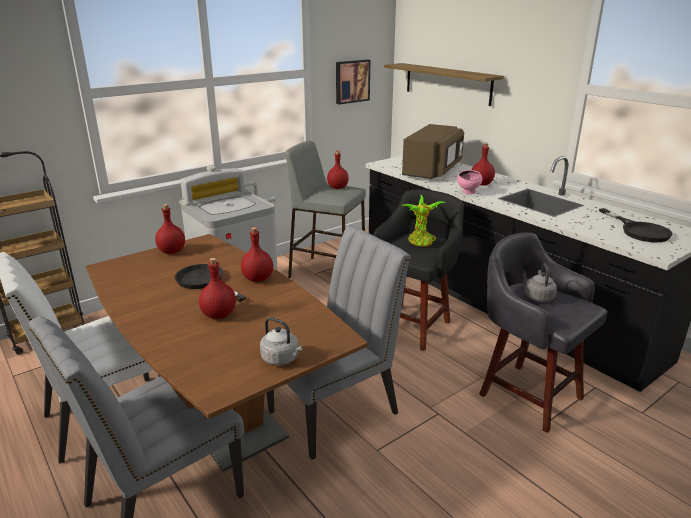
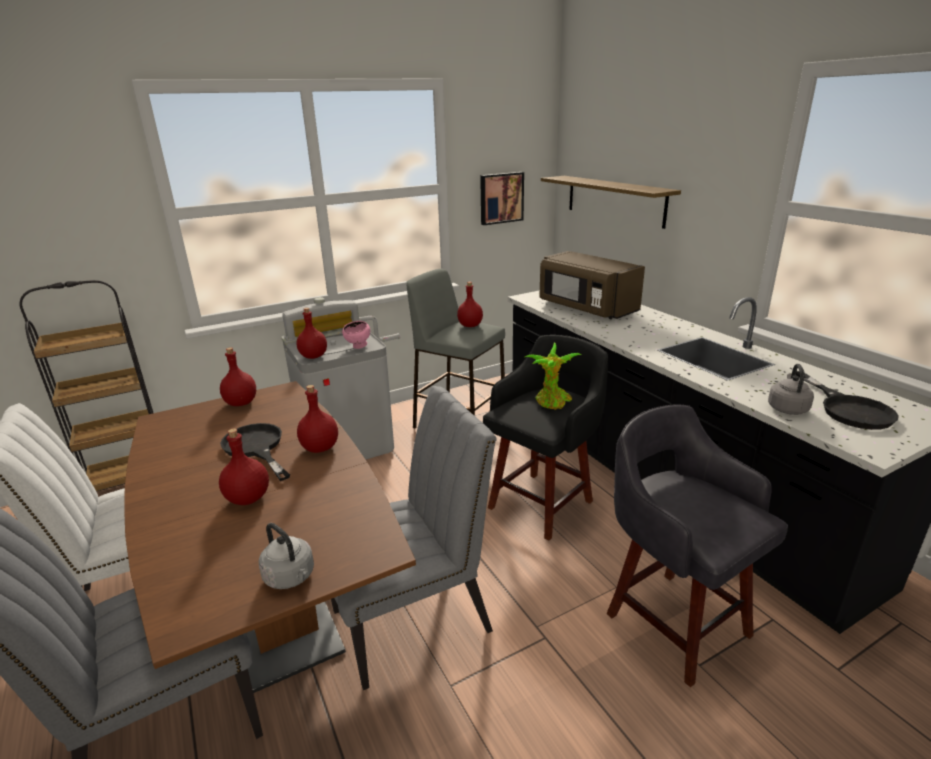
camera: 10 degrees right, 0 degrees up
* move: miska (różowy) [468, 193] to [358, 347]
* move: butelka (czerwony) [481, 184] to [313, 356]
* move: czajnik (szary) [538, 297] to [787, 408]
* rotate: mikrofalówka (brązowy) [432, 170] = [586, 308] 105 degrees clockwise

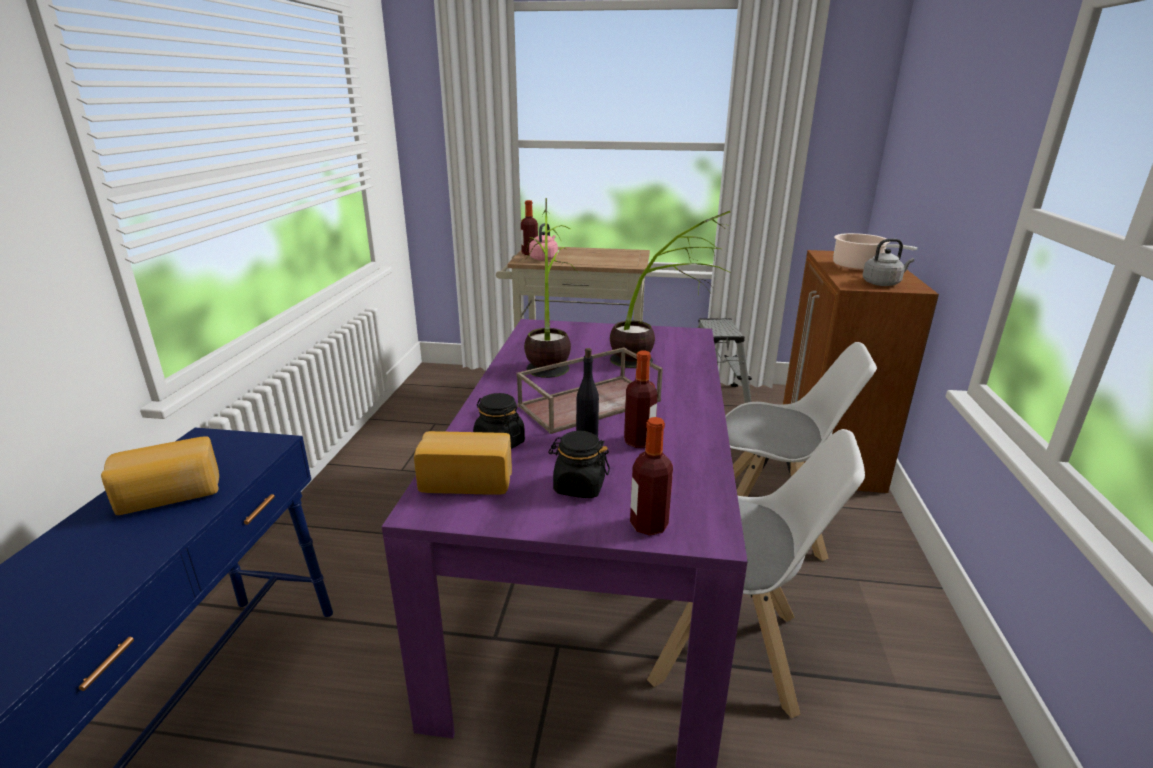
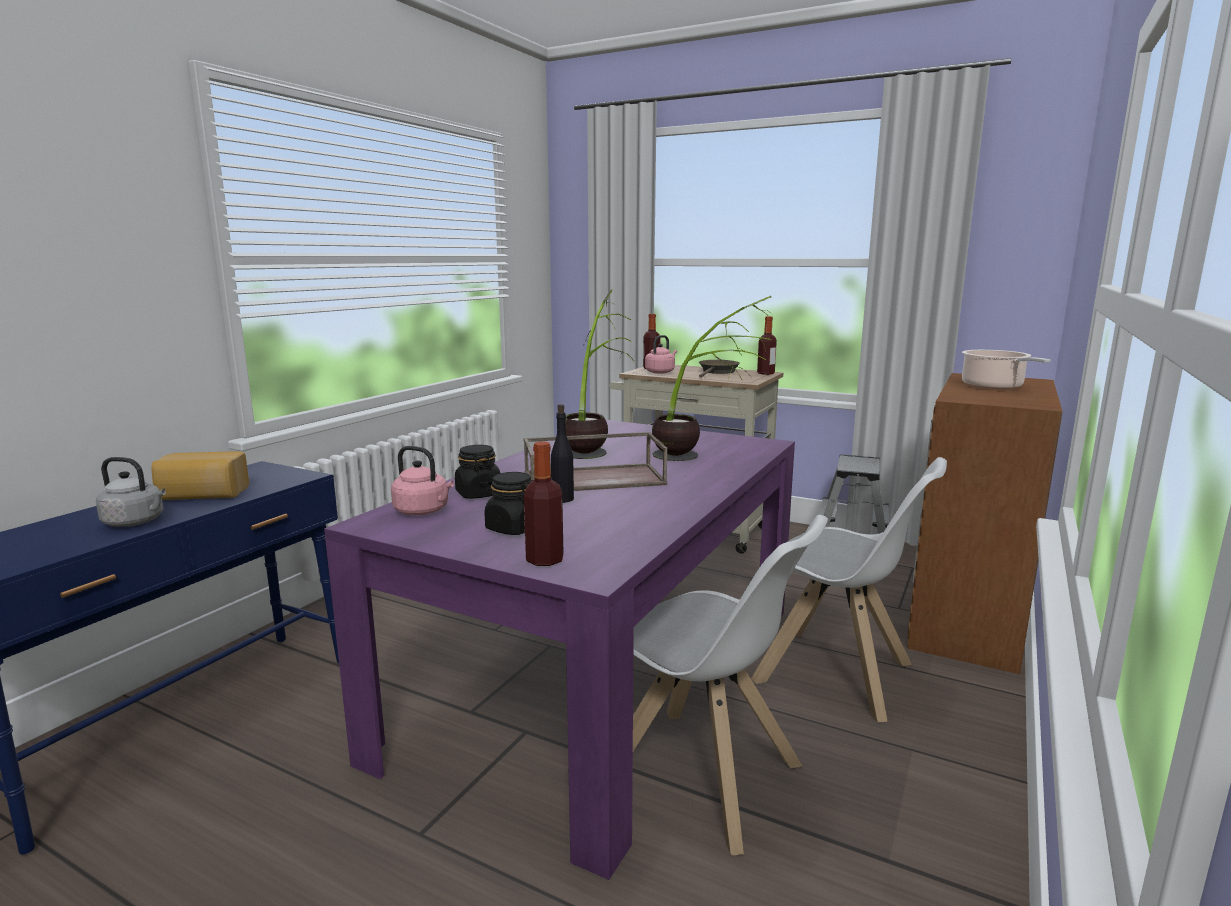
camera: 20 degrees right, 10 degrees down
* insert: patelnia (brązowy) [717, 372]
* move: butelka [639, 441] to [765, 373]
* move: czajnik (szary) [883, 283] to [136, 522]
* replace: chleb [467, 479] to czajnik (różowy) [424, 511]

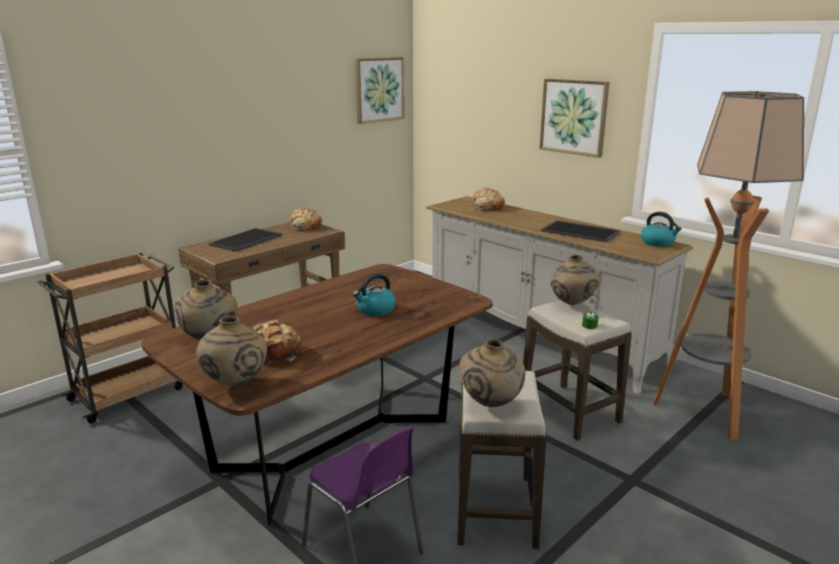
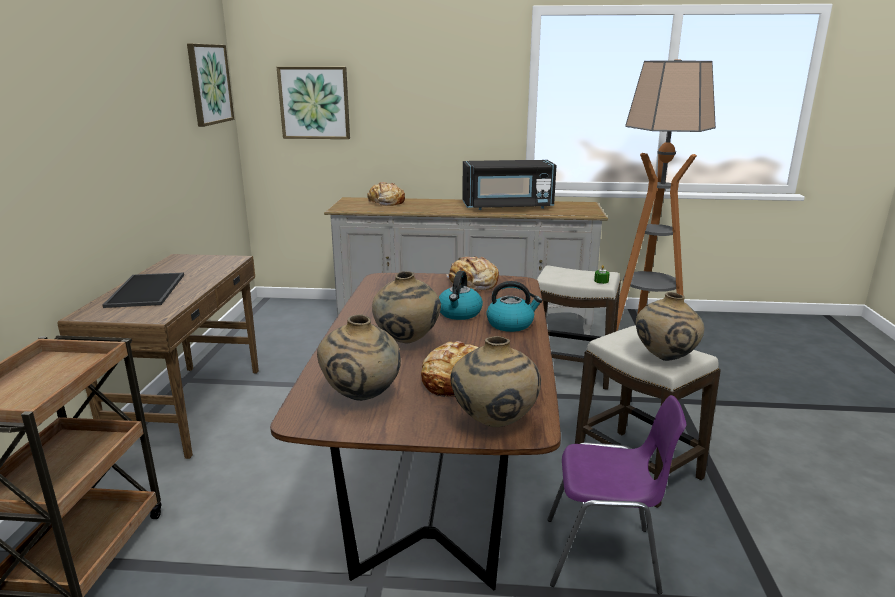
camera: 40 degrees left, 0 degrees up
* move: chleb [304, 226] to [472, 283]
* move: obraz [574, 117] to [314, 103]
* move: wazon (beżowy) [572, 305] to [407, 342]
* move: czajnik [658, 242] to [511, 324]
* replace: taca [581, 231] to mikrofalówka (czarny) [507, 207]

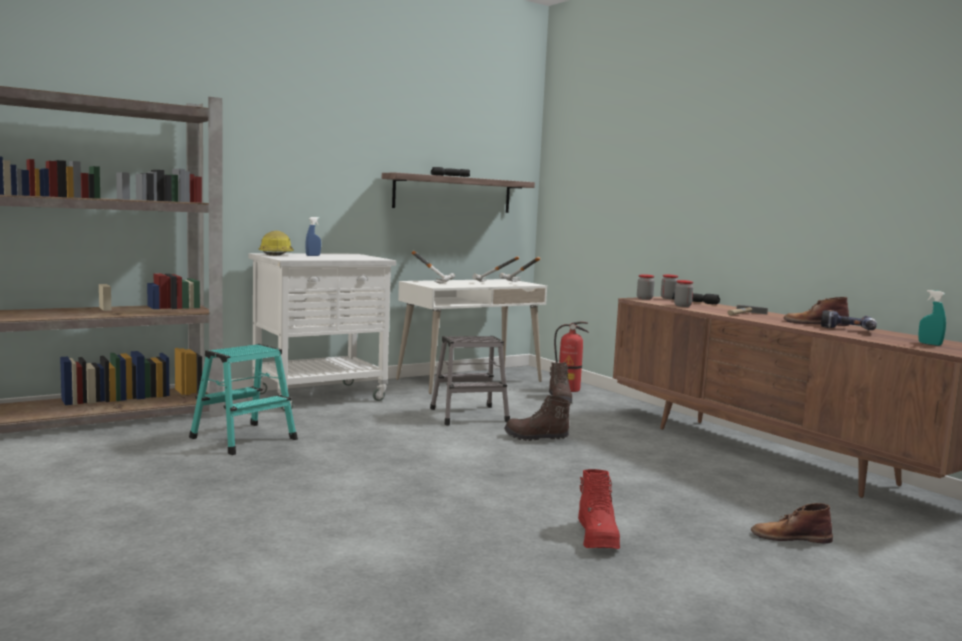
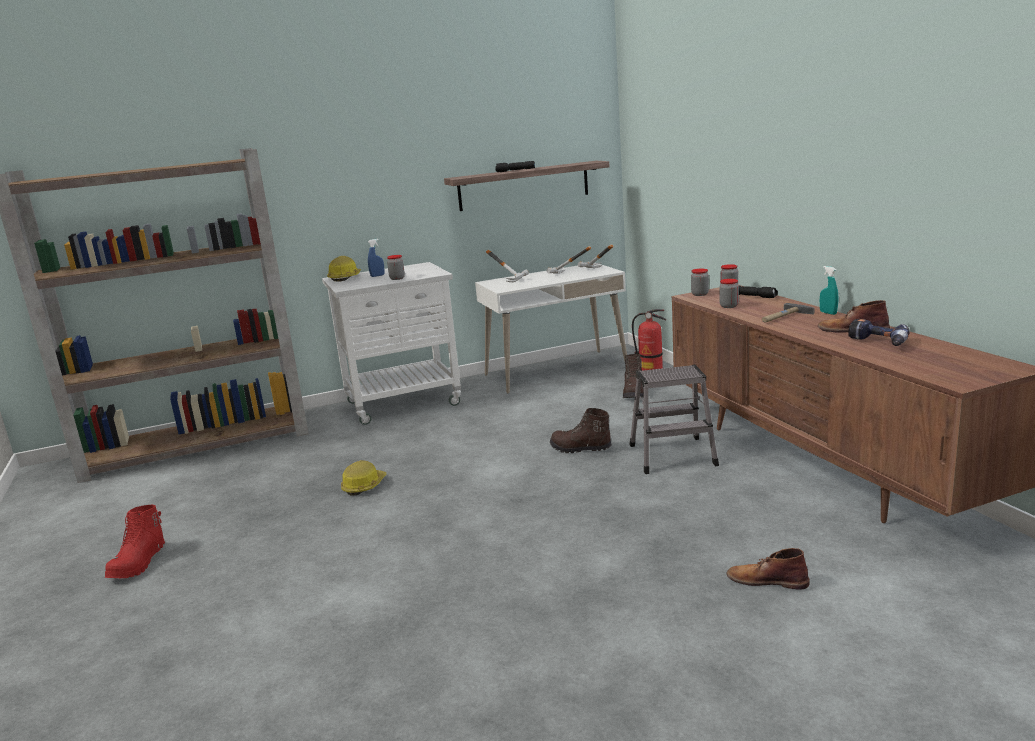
camera: 15 degrees right, 10 degrees up
* delete: drabinka (turkusowy) [244, 438]
* insert: kask [364, 486]
* insert: słoik [397, 278]
* move: drabinka (szary) [469, 415] to [672, 454]
* move: but z cholewką (czerwony) [597, 537] to [139, 563]
* move: spryskiwacz (turkusowy) [930, 344] to [828, 313]

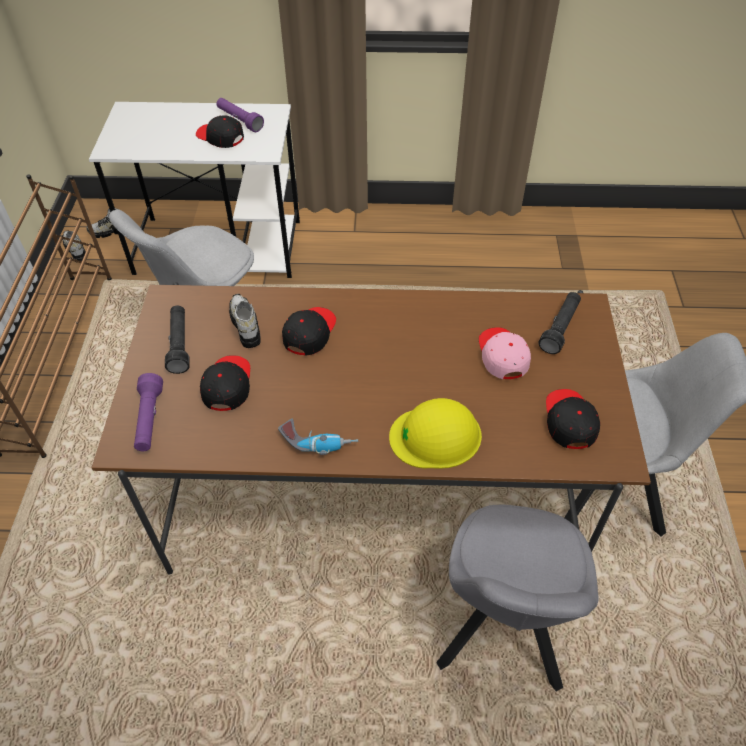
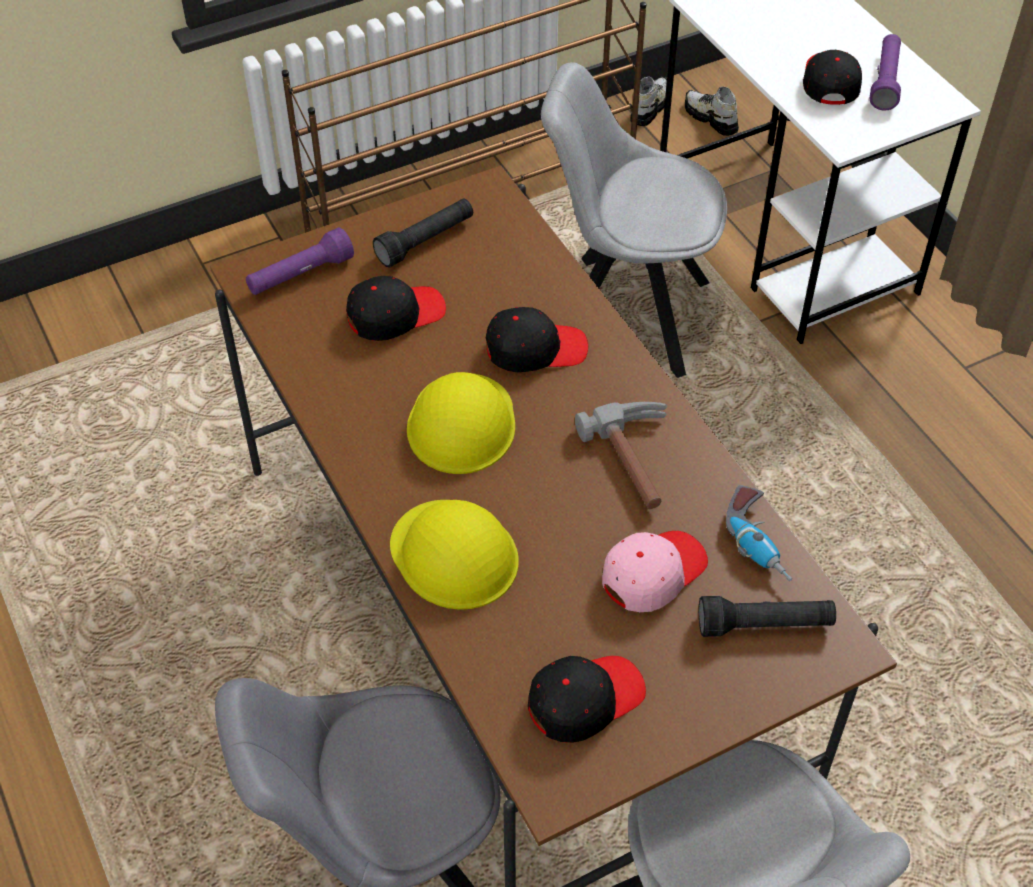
camera: 60 degrees right, 0 degrees up
* delete: but [245, 326]
* insert: kask (żółty) [461, 423]
* insert: młotek [640, 460]
* move: wiertarka [318, 441] to [760, 542]

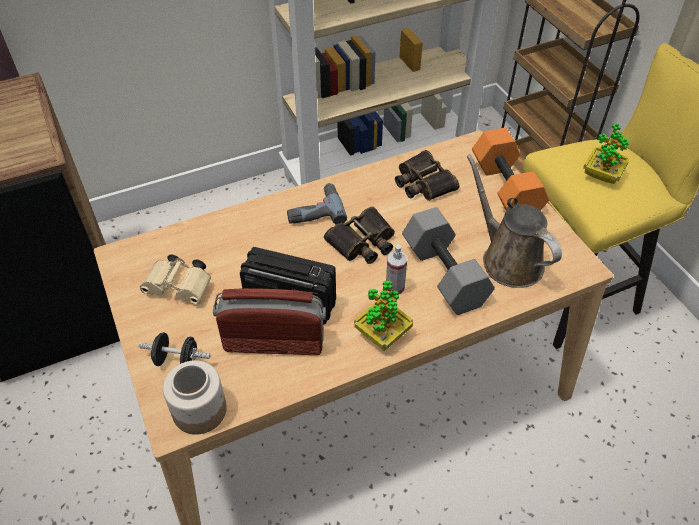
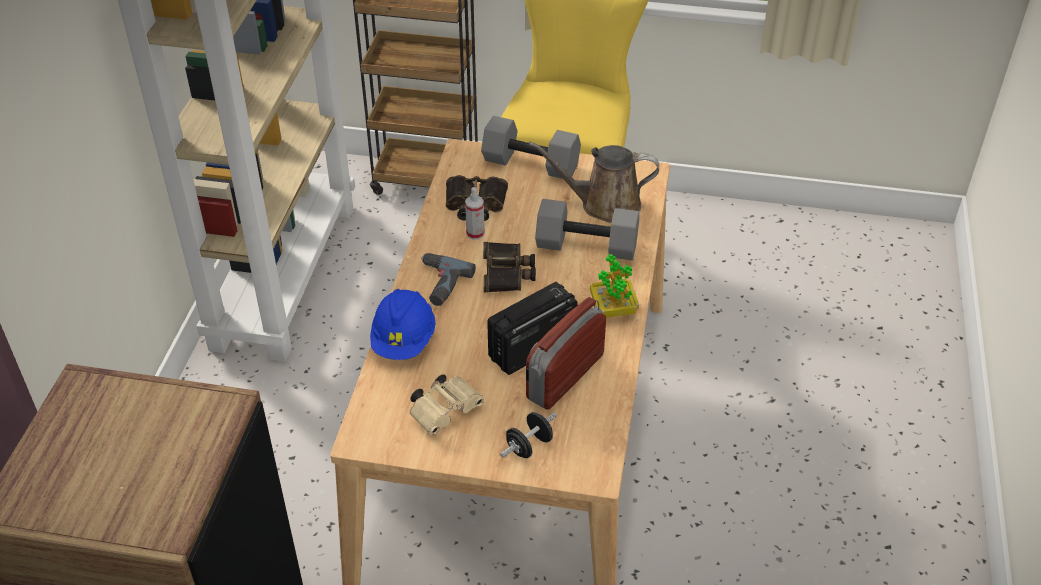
camera: 55 degrees left, 5 degrees down
* delete: słoik [200, 410]
* delete: roślina doniczkowa [602, 175]
* insert: kask (niebieski) [404, 340]
* move: spryskiwacz [395, 287] to [475, 233]
* recolor: hantel (pomarańczowy) [507, 189] to hantel (szary) [532, 163]

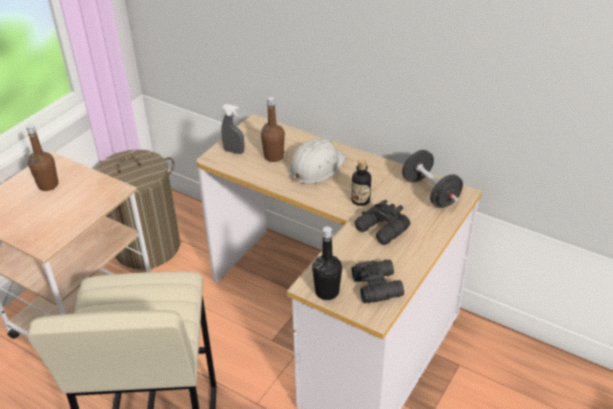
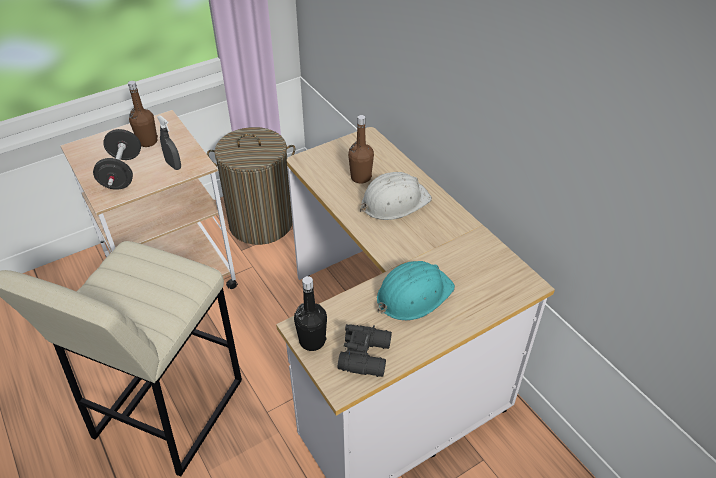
camera: 25 degrees right, 5 degrees up
* delete: butelka [360, 200]
* move: spryskiwacz (szary) [234, 151] to [173, 165]
* move: hantel (czarny) [430, 192] to [122, 173]
* replace: lornetka (czarny) [381, 230] to kask (turkusowy) [413, 294]

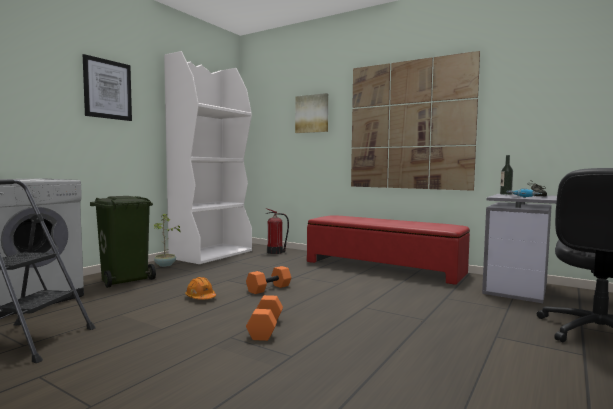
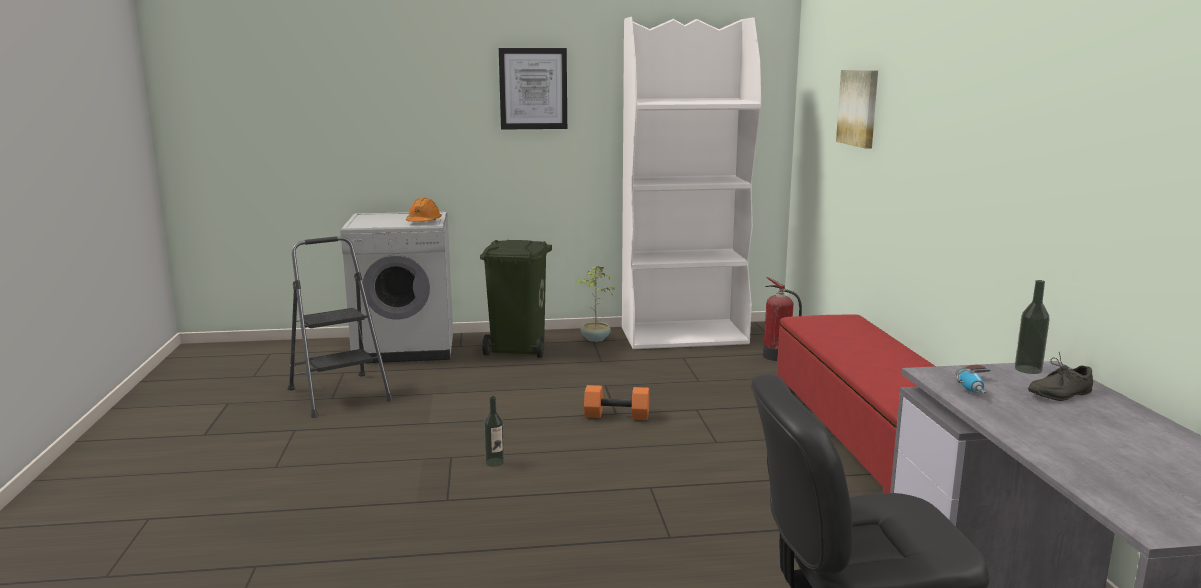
camera: 50 degrees right, 10 degrees up
* delete: obraz [409, 125]
* move: kask (pomarańczowy) [200, 297] to [423, 222]
* replace: hantel (pomarańczowy) [264, 328] to butelka [494, 462]

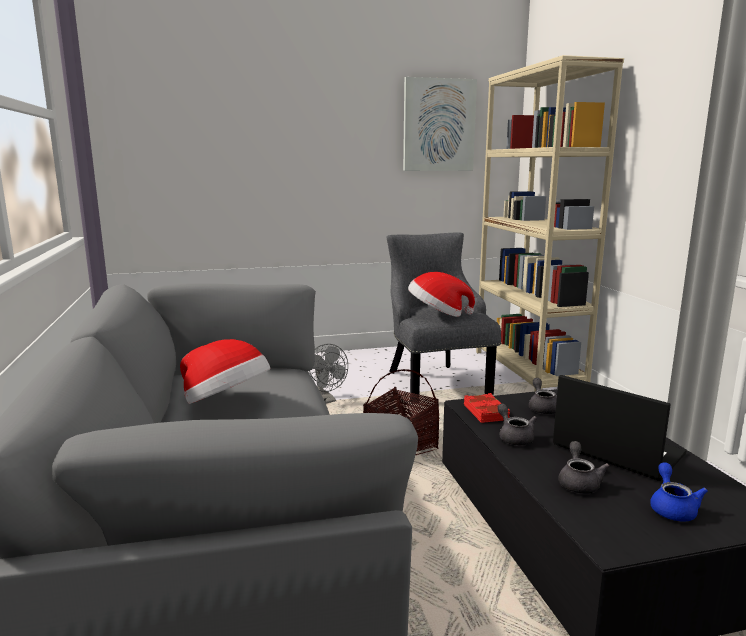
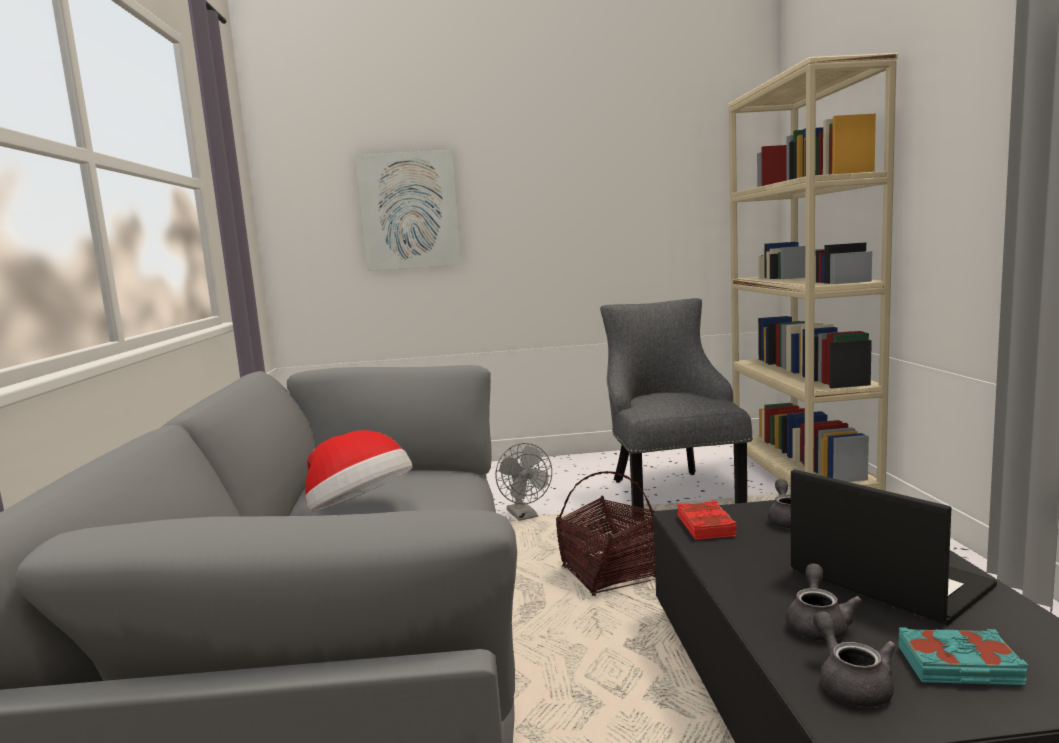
camera: 10 degrees right, 5 degrees down
* delete: kapelusz [438, 314]
* move: obraz [438, 125] to [409, 211]
* move: imbryk (szary) [514, 437] to [851, 683]
* replace: imbryk (niebieski) [672, 508] to książka (turkusowy) [959, 666]

